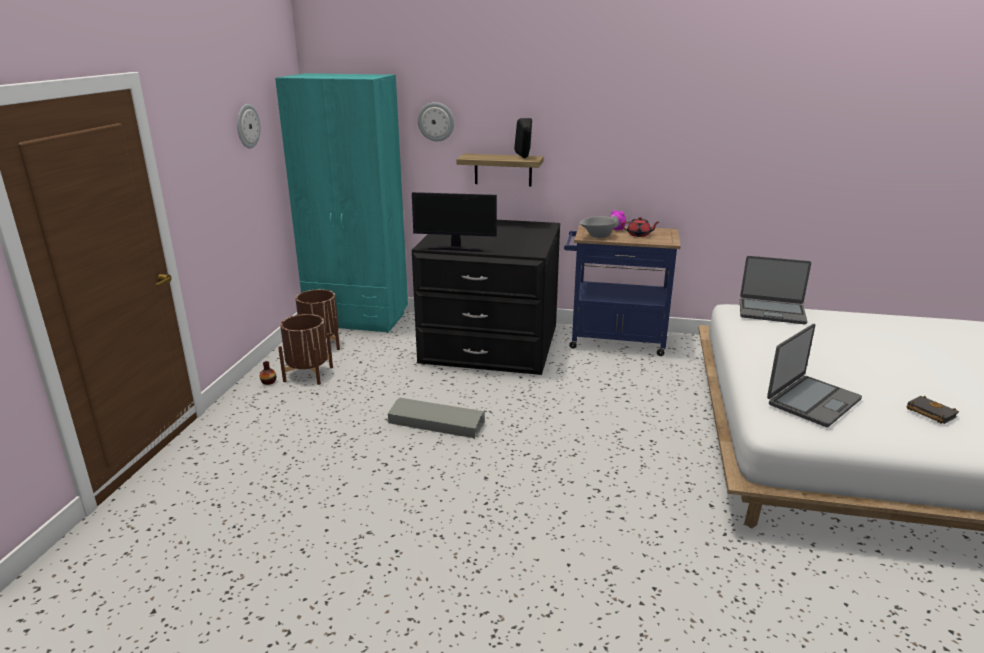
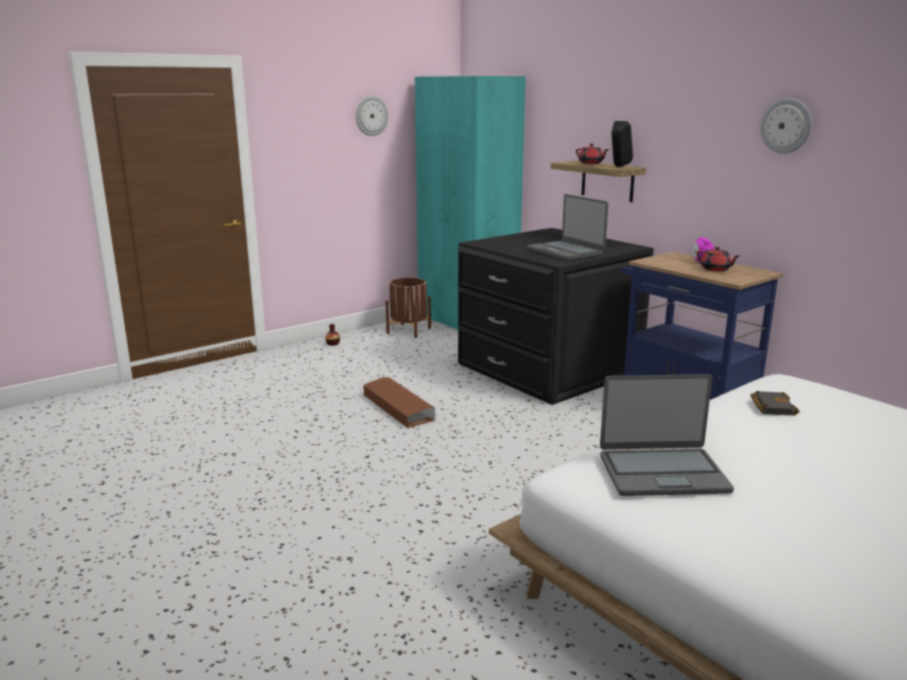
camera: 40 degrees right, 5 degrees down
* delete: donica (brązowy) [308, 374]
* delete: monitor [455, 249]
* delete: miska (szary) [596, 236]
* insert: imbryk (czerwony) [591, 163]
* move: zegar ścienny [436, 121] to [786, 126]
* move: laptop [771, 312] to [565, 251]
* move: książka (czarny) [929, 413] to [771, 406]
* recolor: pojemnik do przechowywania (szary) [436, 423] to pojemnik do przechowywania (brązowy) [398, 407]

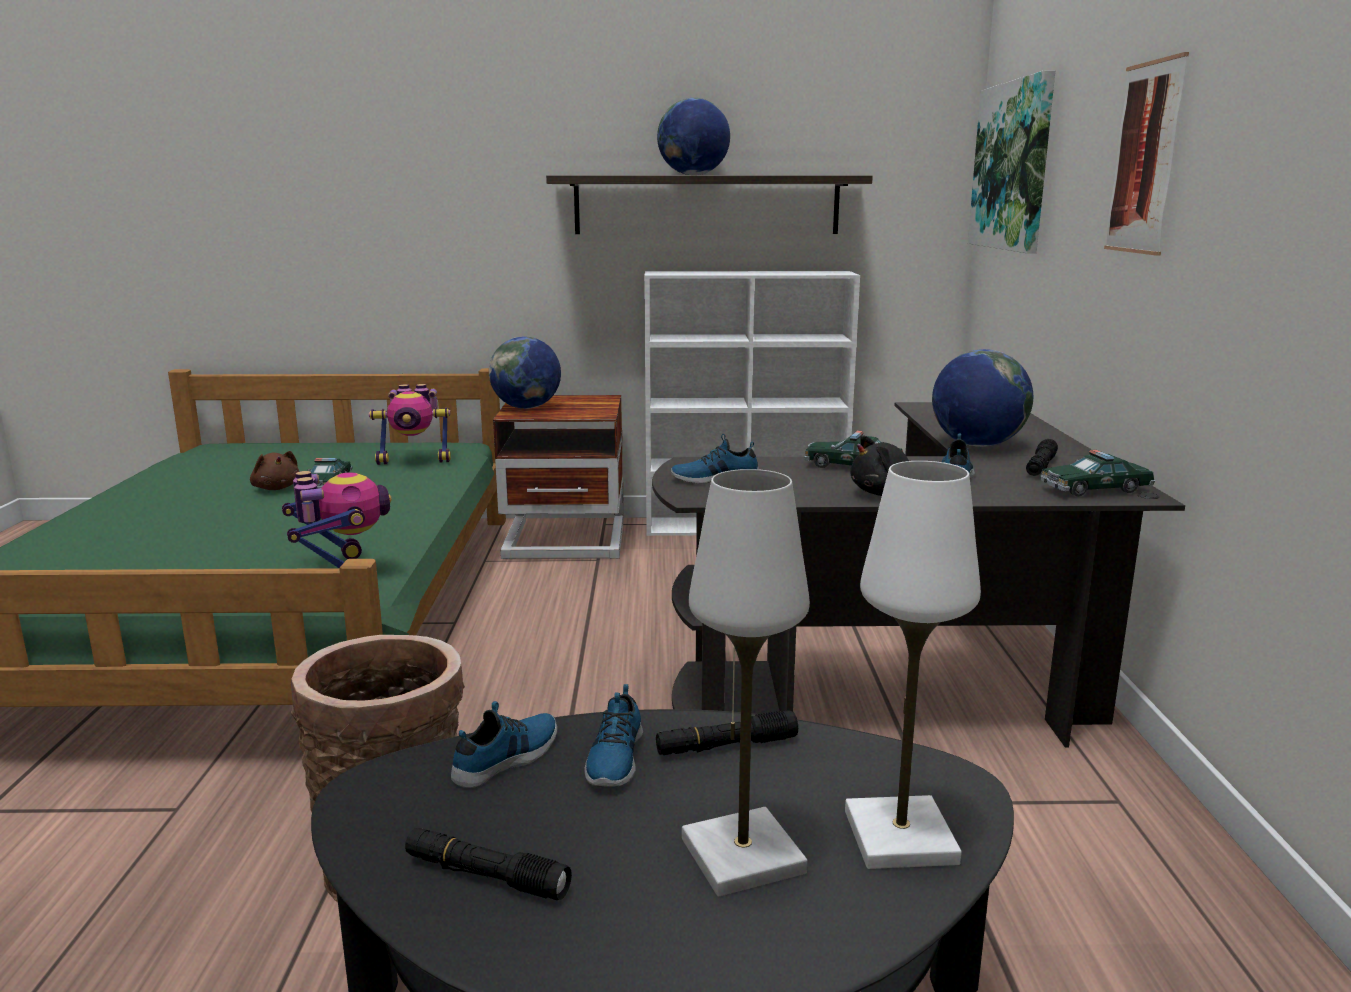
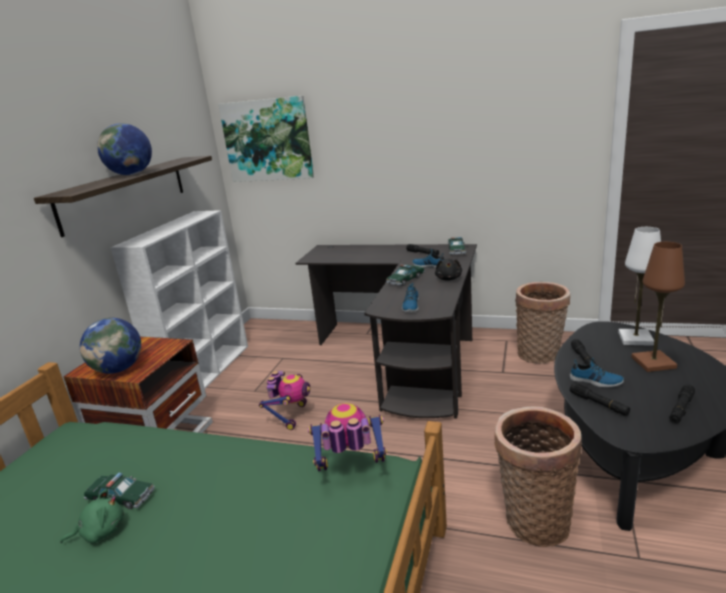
camera: 70 degrees left, 5 degrees up
* delete: globus [977, 445]
* delete: obraz [1145, 158]
* insert: koszyk [540, 355]
* move: robot zabawkowy [415, 460] to [291, 416]
* replace: but [508, 758] to latarka (czarny) [598, 404]
* recolor: pluszak (brązowy) [276, 488] to pluszak (zielony) [100, 531]
* recolor: lampa stołowa (biały) [742, 856] to lampa stołowa (brązowy) [653, 363]

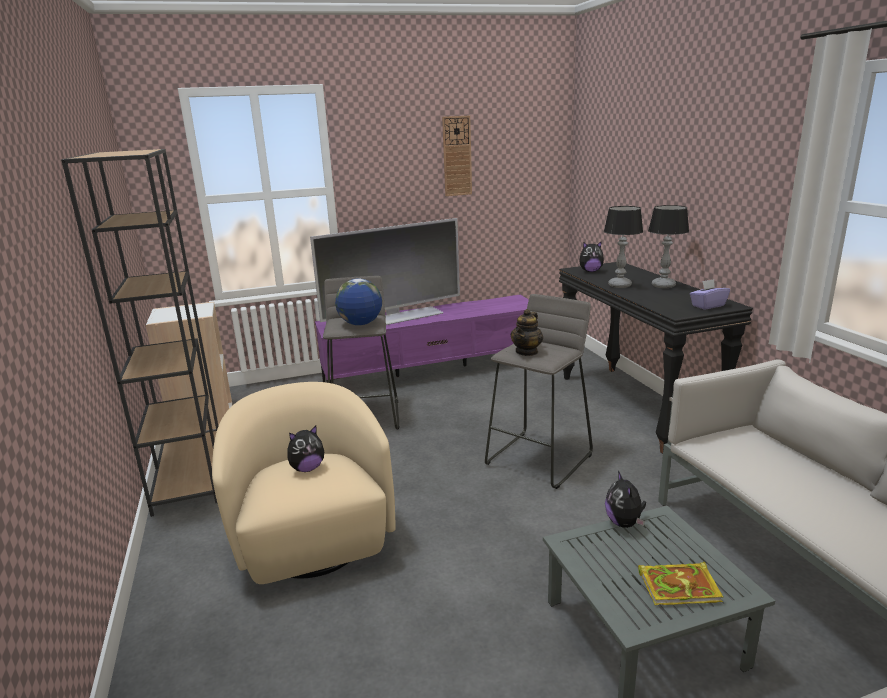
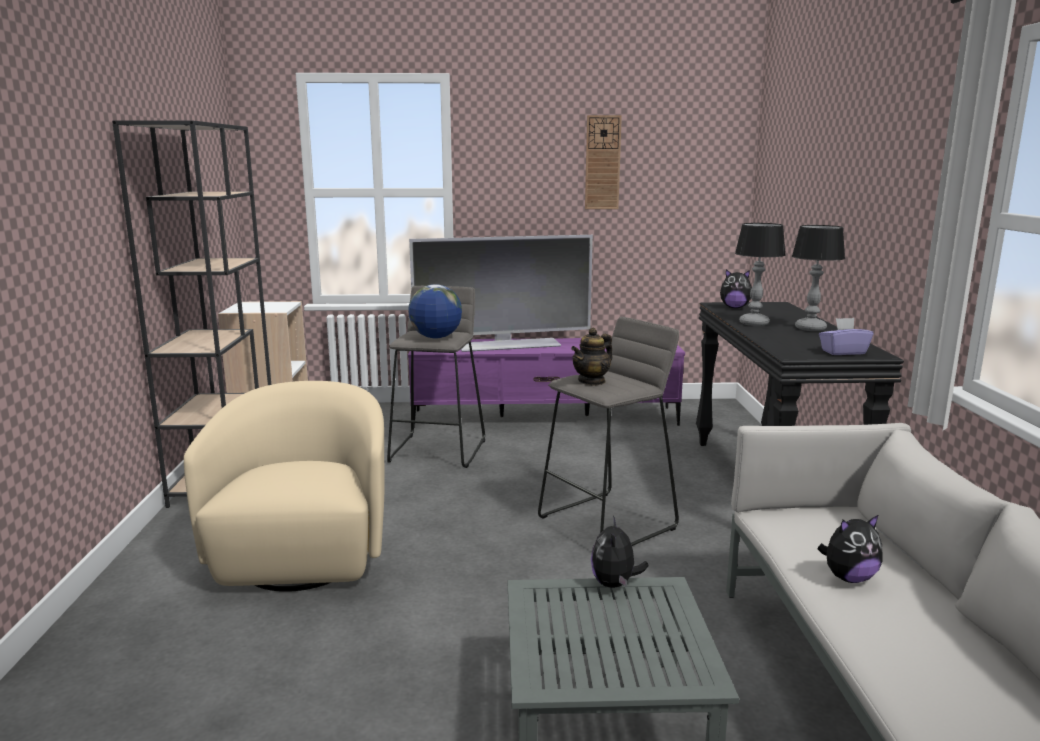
camera: 15 degrees right, 5 degrees down
* delete: książka [680, 586]
* move: pluszak [307, 468] to [848, 578]

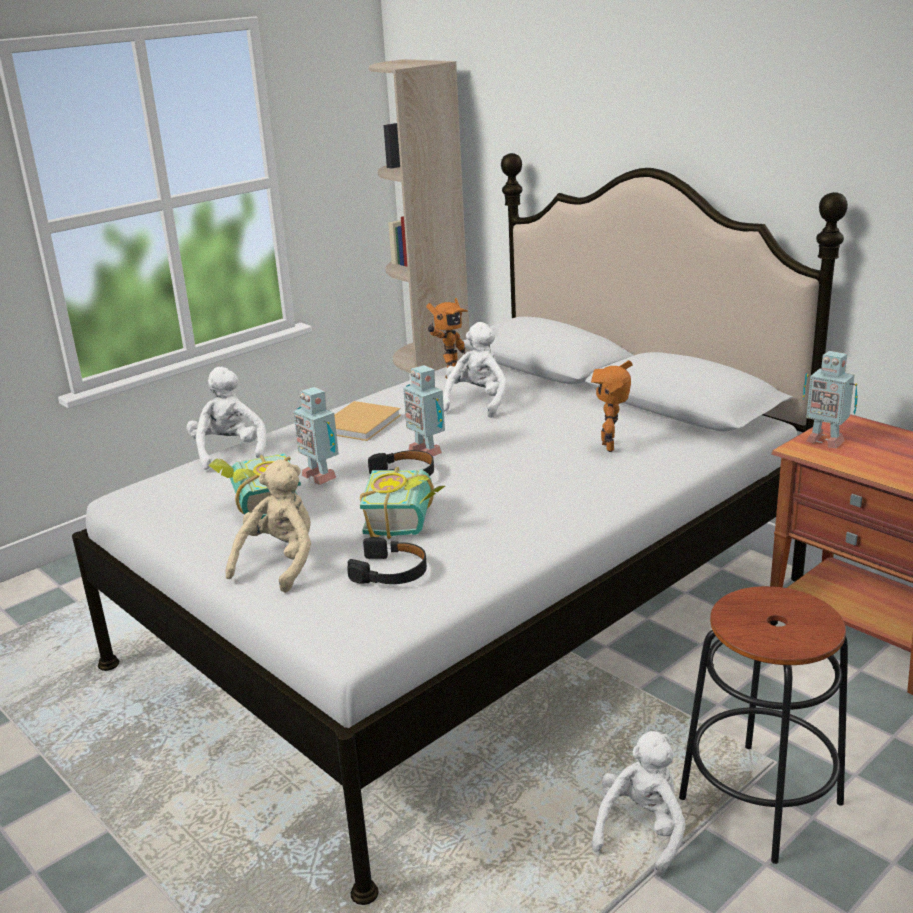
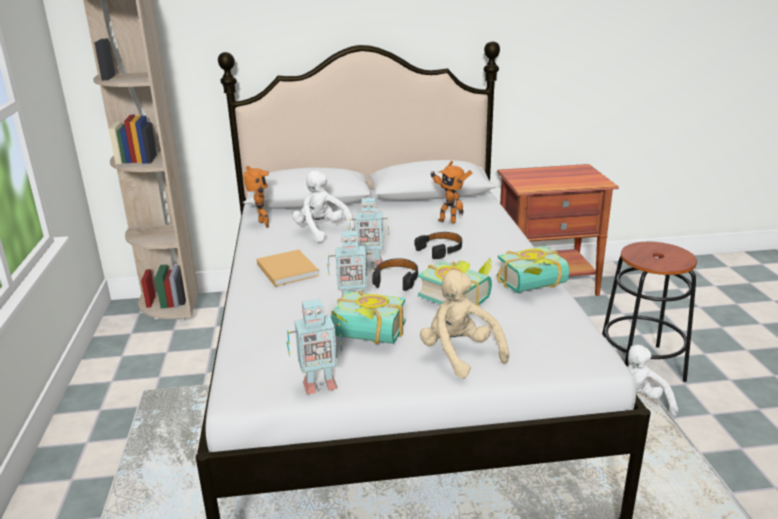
camera: 55 degrees left, 0 degrees up
* delete: pluszak (biały) [230, 453]
* insert: książka [534, 286]
* move: słuchawki (czarny) [391, 572] to [440, 249]
* move: robot zabawkowy [824, 440] to [318, 384]

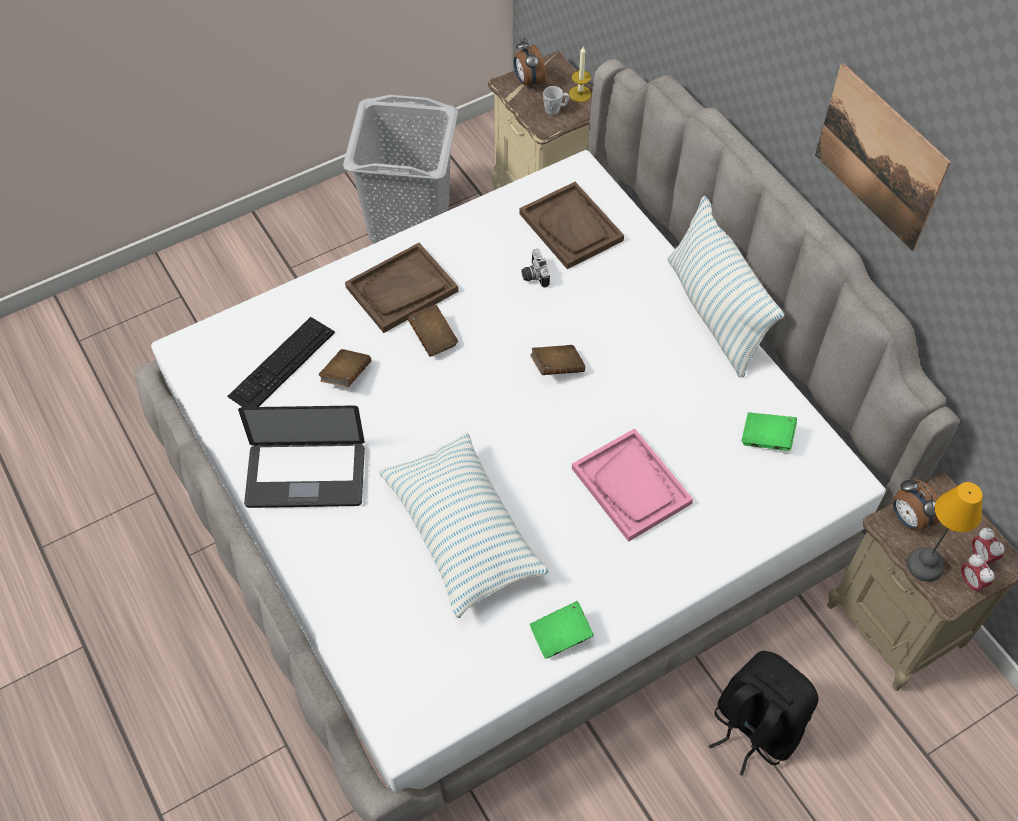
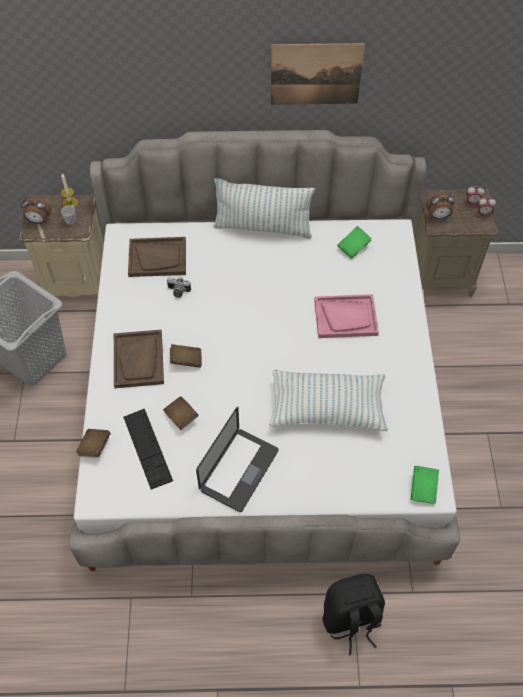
camera: 60 degrees left, 0 degrees up
* delete: lampa stołowa [925, 566]
* move: książka (brązowy) [557, 368] to [94, 447]
* move: książka (zielony) [561, 636] to [423, 488]
* move: plecak (czarny) [754, 727] to [351, 620]

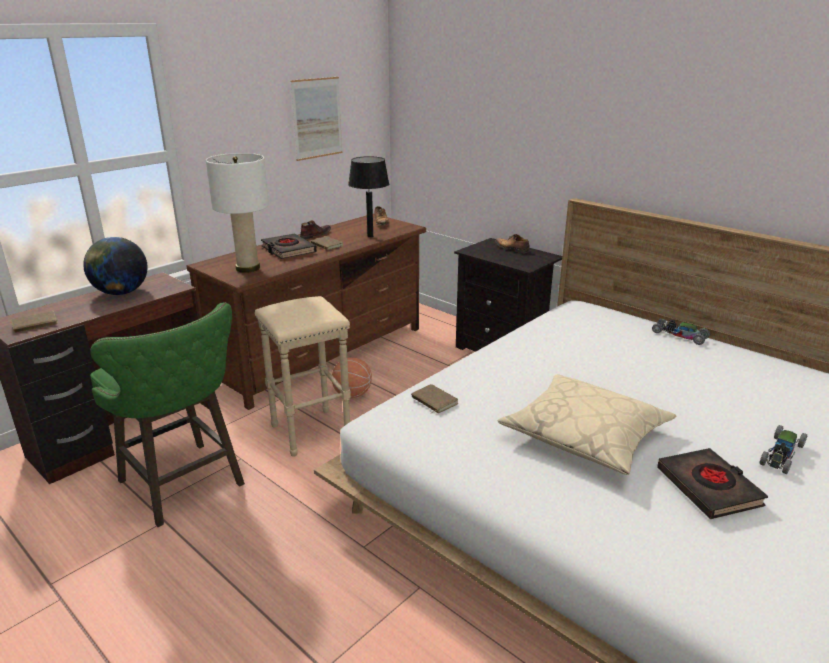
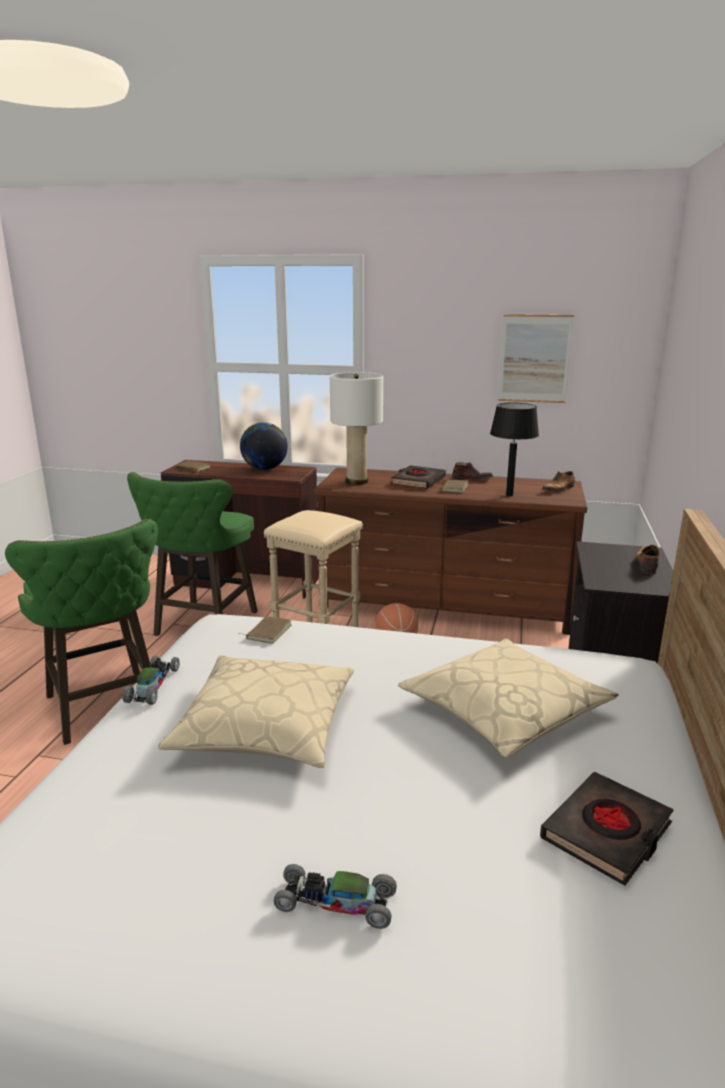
camera: 60 degrees right, 5 degrees down
* insert: stołek (zielony) [105, 708]
* insert: poduszka (beżowy) [504, 710]
* move: samochodzik [679, 335] to [153, 685]
* move: książka (czarny) [709, 488] to [607, 832]

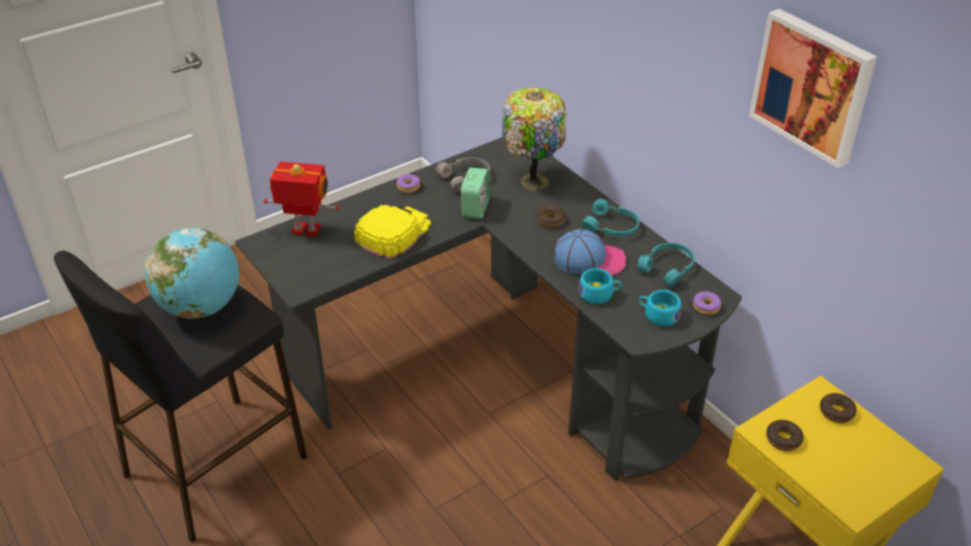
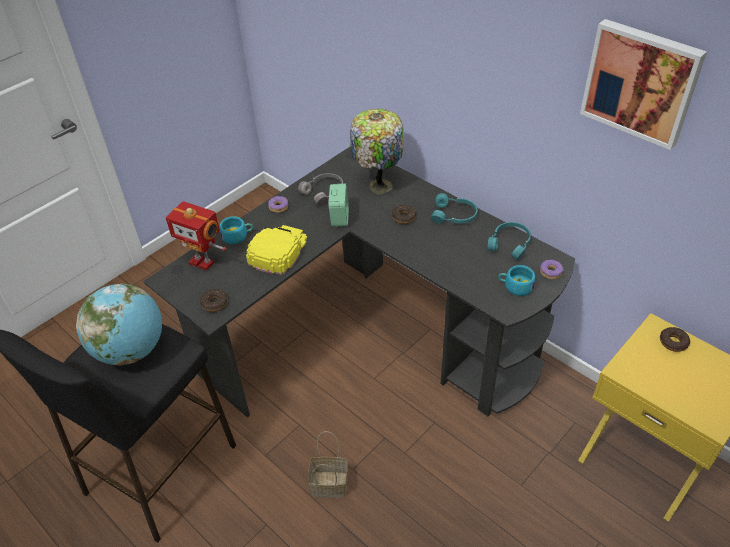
camera: 10 degrees left, 5 degrees up
* delete: czapka z daszkiem [589, 260]
* insert: koszyk [331, 483]
* move: filiżanka (turkusowy) [599, 294] to [237, 236]
* move: donut [783, 439] to [214, 303]
* rotate: robot zabawkowy [305, 231] = [203, 262] 150 degrees counterclockwise

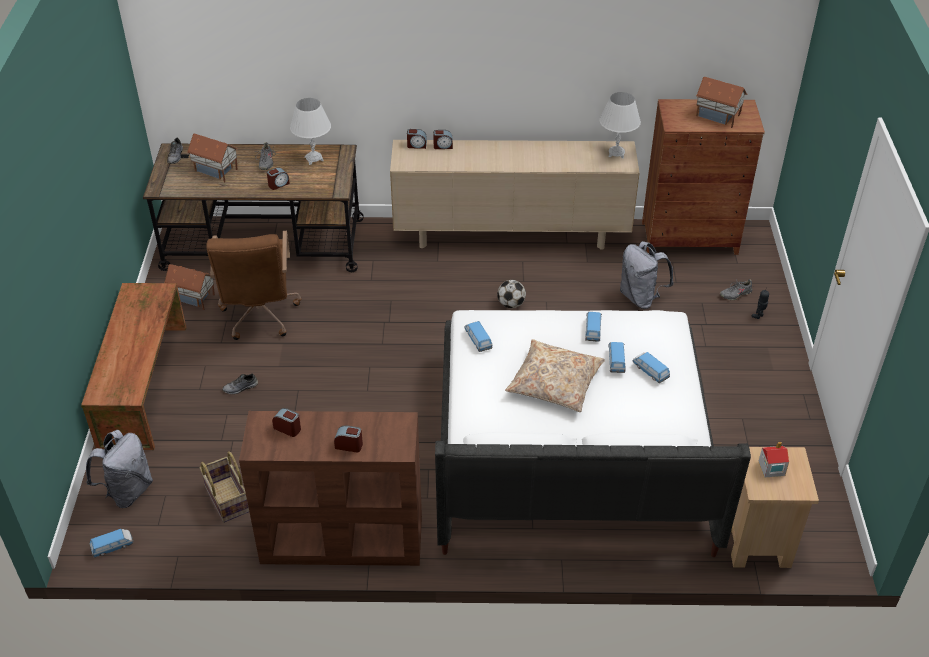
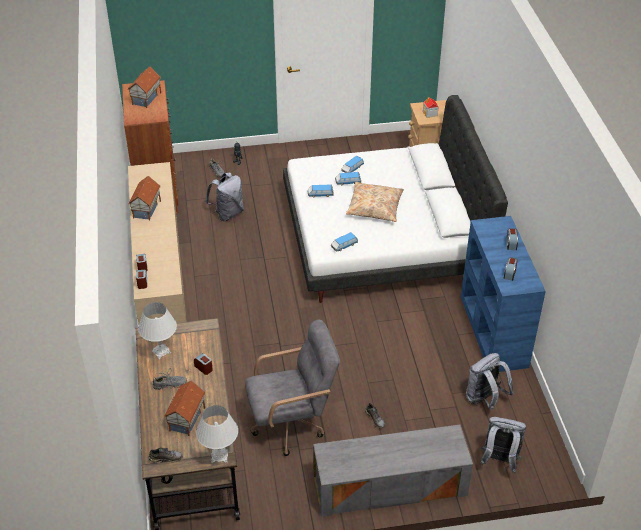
camera: 100 degrees left, 0 degrees up
* delete: samochodzik [112, 546]
* delete: piłka futbolowa [511, 304]
* move: domek [192, 298] to [147, 209]
* move: lampa stołowa (biały) [616, 153] to [219, 456]
* replace: koszyk [226, 499] to plecak (szary) [484, 399]
* recolor: ławka (brązowy) [142, 384] to ławka (szary) [389, 487]
* recolor: krzesło biurowe (brązowy) [260, 319] to krzesło biurowe (szary) [292, 426]
* recolor: regał (brązowy) [342, 541] to regał (niebieski) [494, 331]

